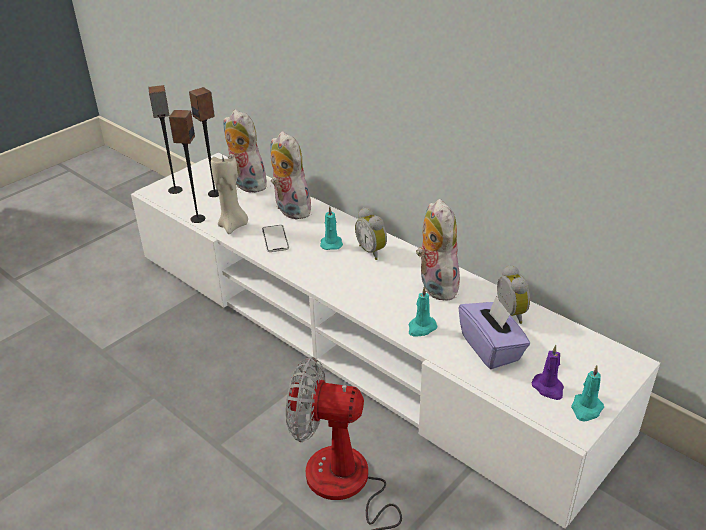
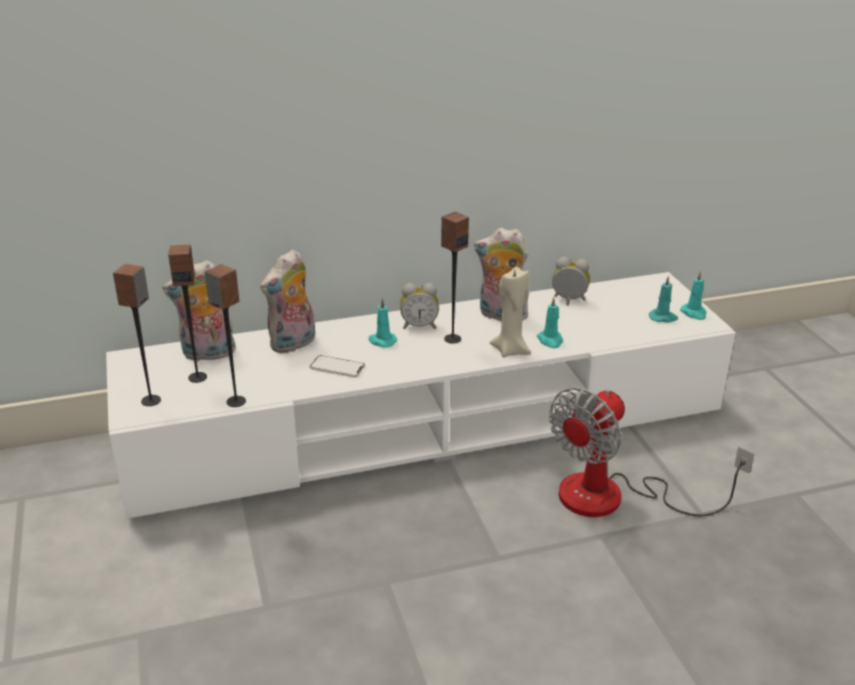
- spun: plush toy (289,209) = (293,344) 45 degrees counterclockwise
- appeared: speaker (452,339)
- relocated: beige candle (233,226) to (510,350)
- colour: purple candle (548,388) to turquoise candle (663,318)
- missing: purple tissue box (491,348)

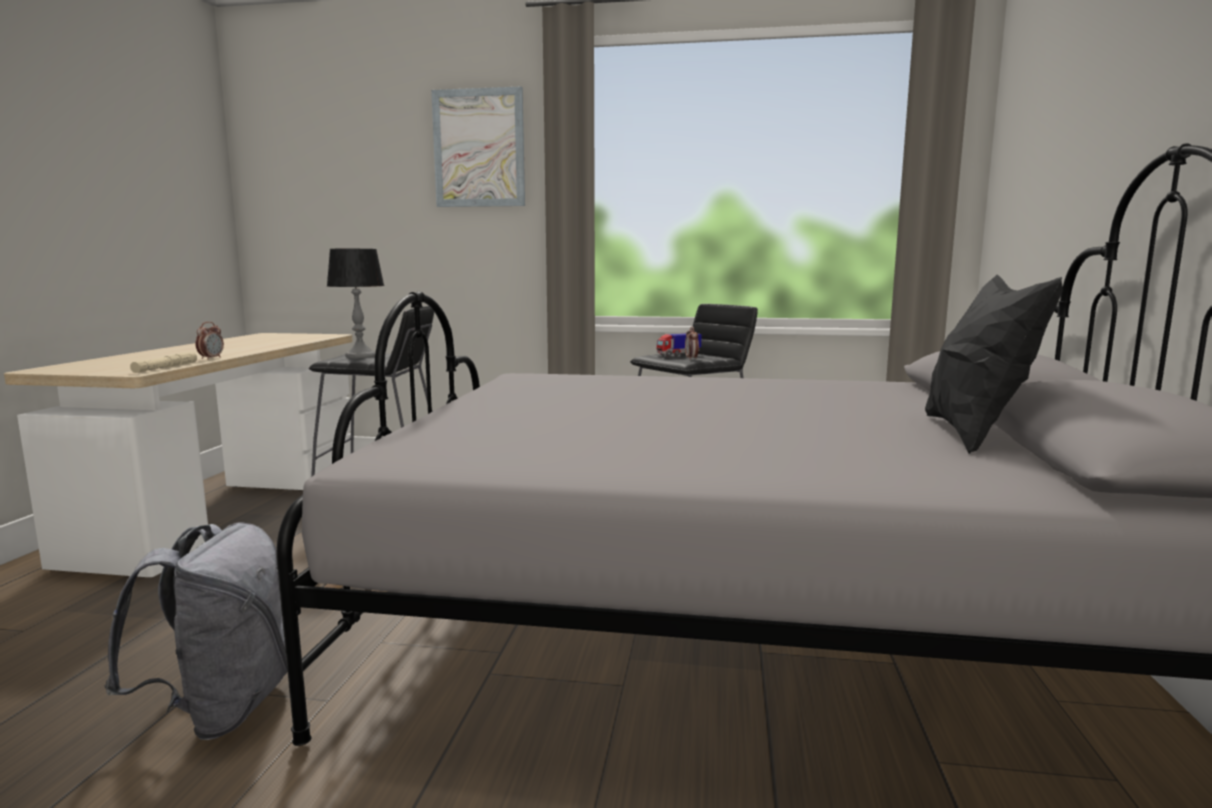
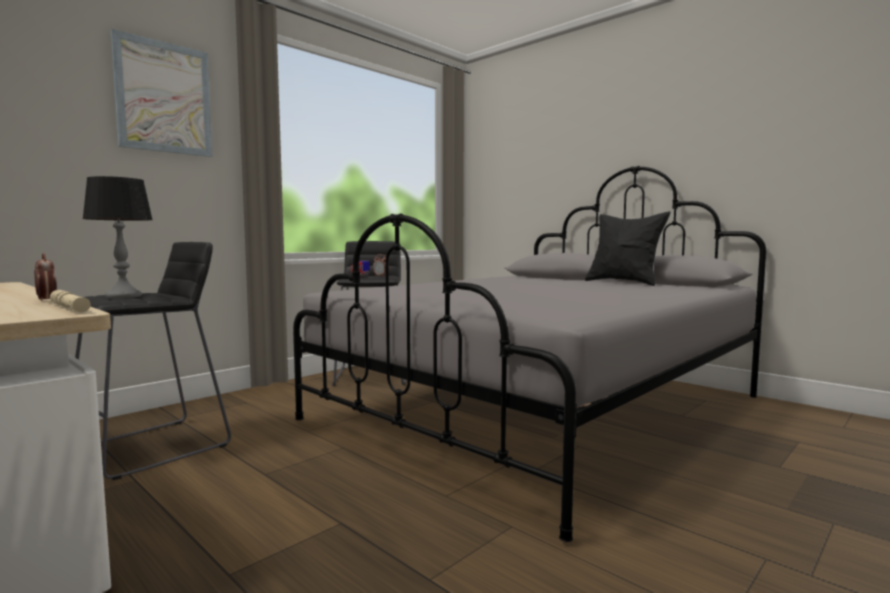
- missing: grey backpack (222,709)

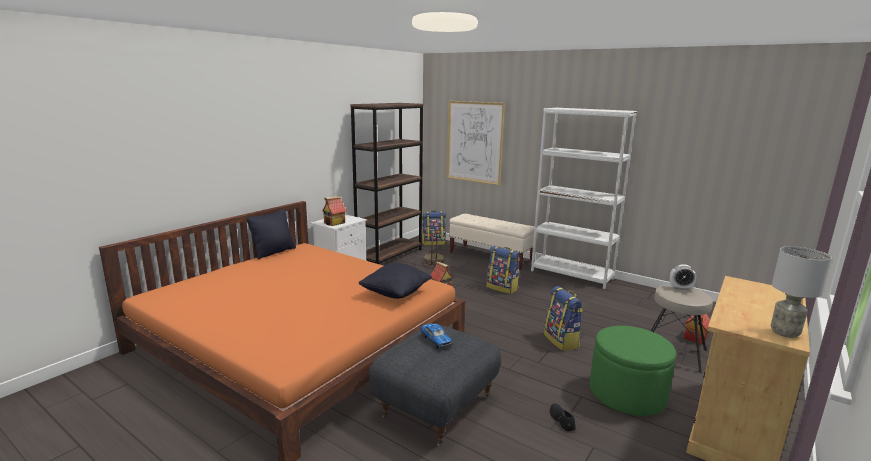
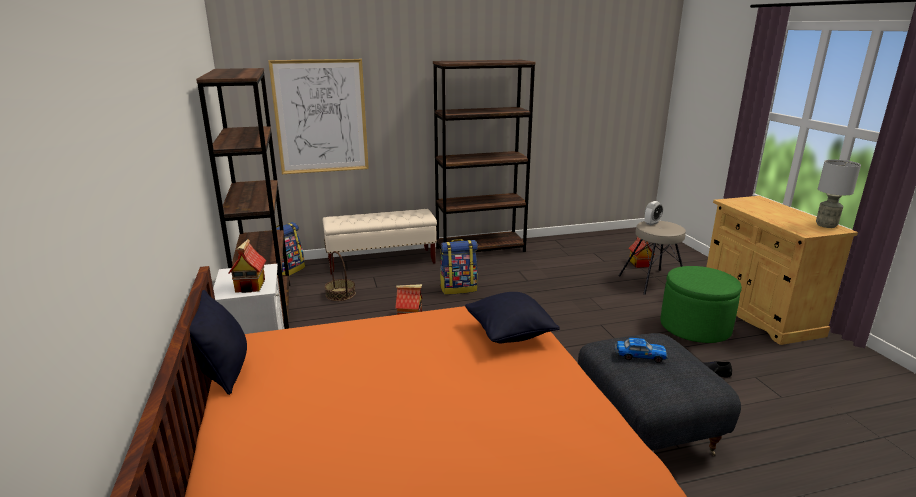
- colour: white bookcase (572,275) to brown bookcase (480,249)
- missing: backpack (562,341)

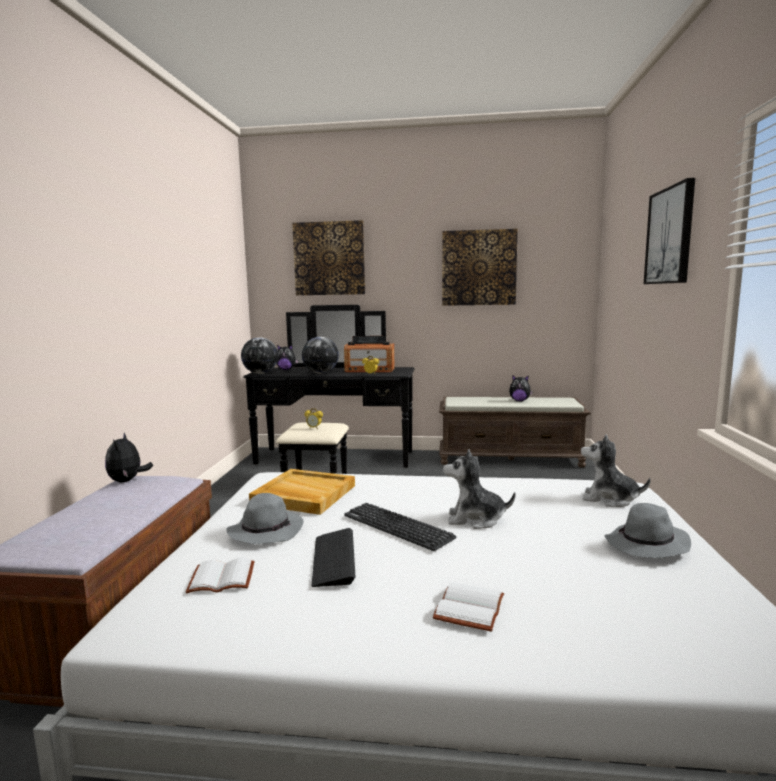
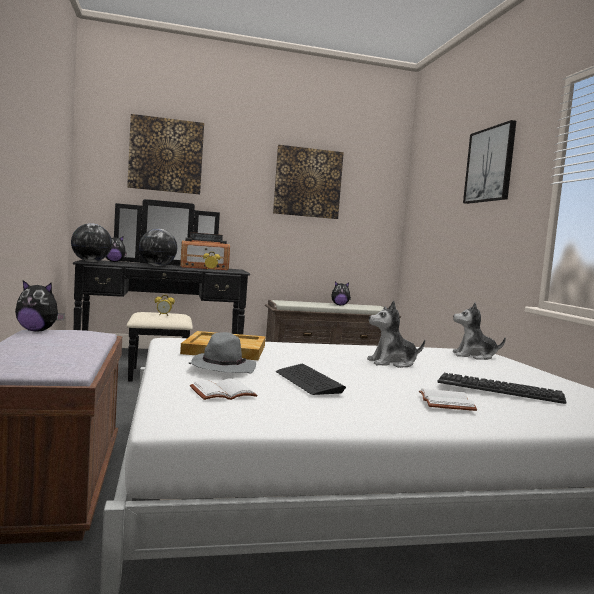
- spun: plush toy (127,481) = (37,331) 60 degrees counterclockwise
- relocated: keyboard (397,527) to (499,389)
- missing: grey hat (647,545)

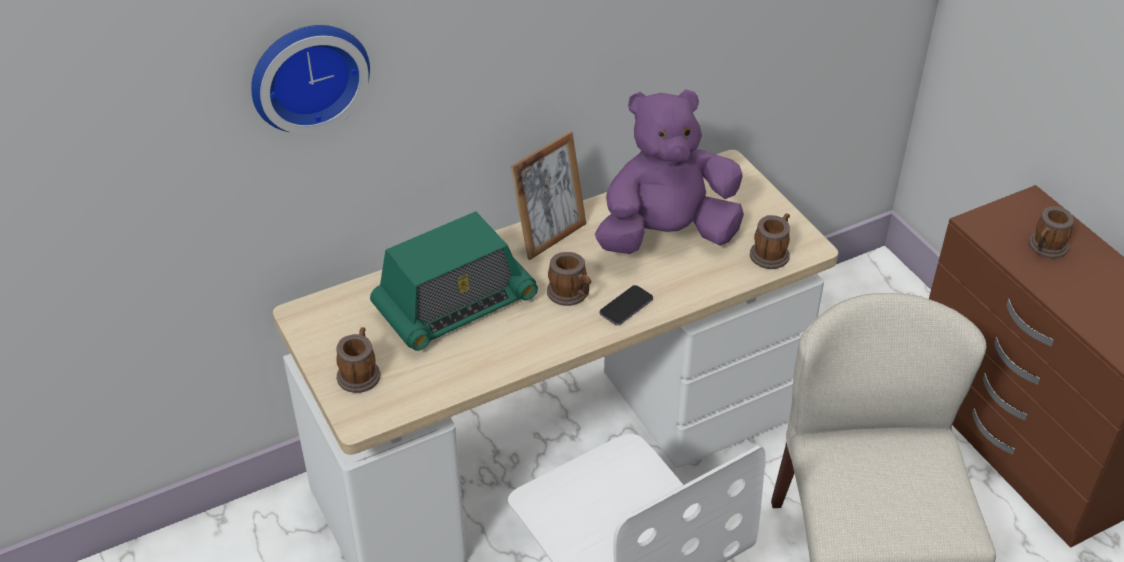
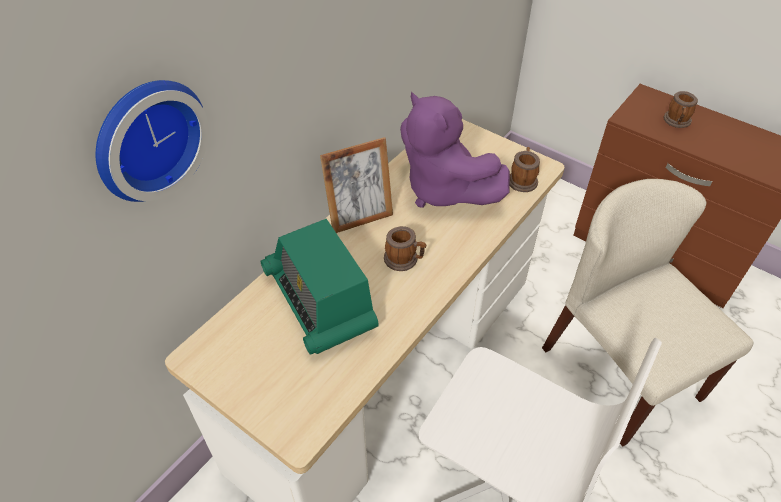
- spun: radio (455,305) = (320,300) 120 degrees clockwise
- spun: picture frame (550,236) = (360,218) 45 degrees clockwise
- spun: purple plush toy (666,235) = (443,189) 90 degrees counterclockwise
- missing: mug (360,373)
- missing: phone (626,307)

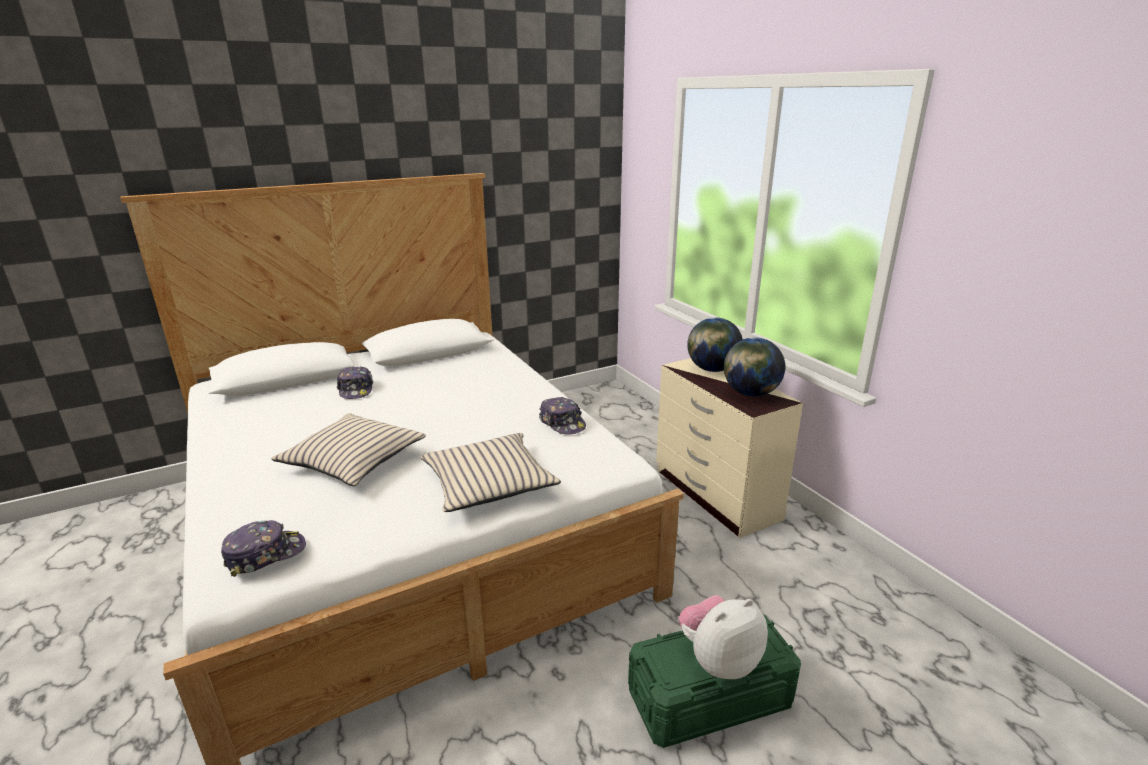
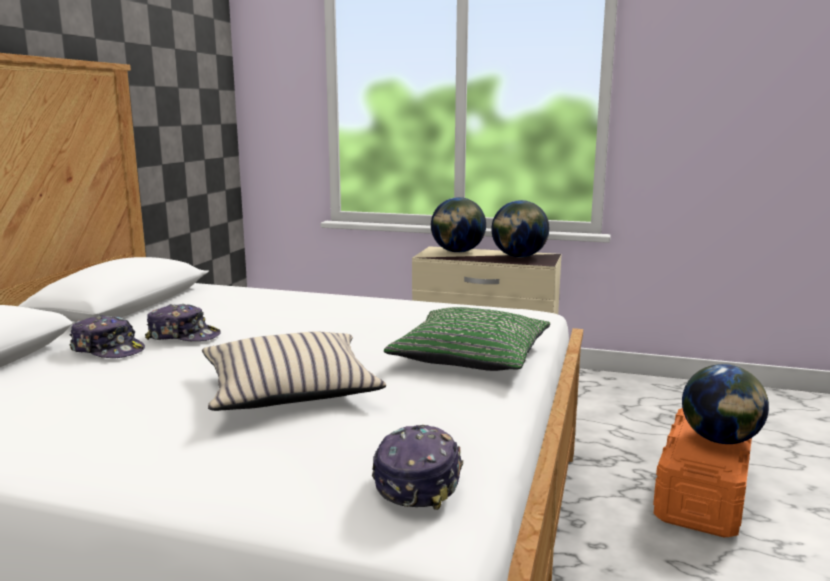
- relocated: cap (562,423) to (183,336)
- colour: beige pillow (488,483) to green pillow (470,356)
- colour: green storage box (710,698) to orange storage box (702,494)
- exchanged: plush toy (718,660) to globe (720,440)

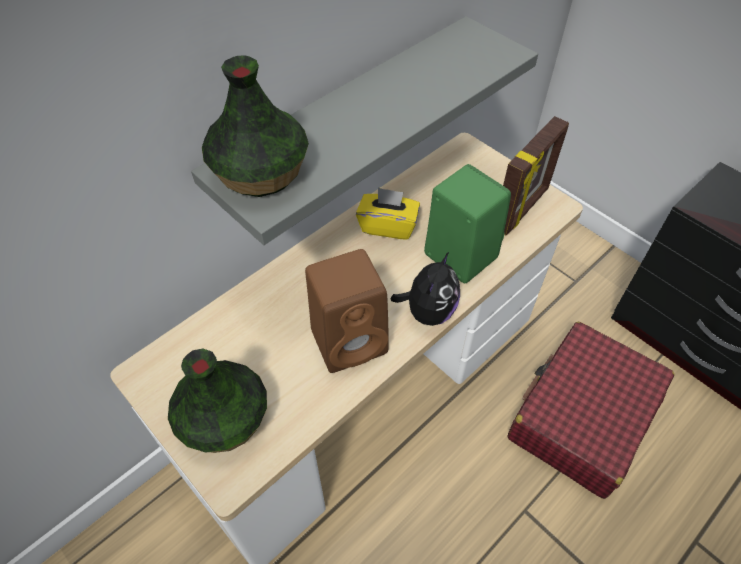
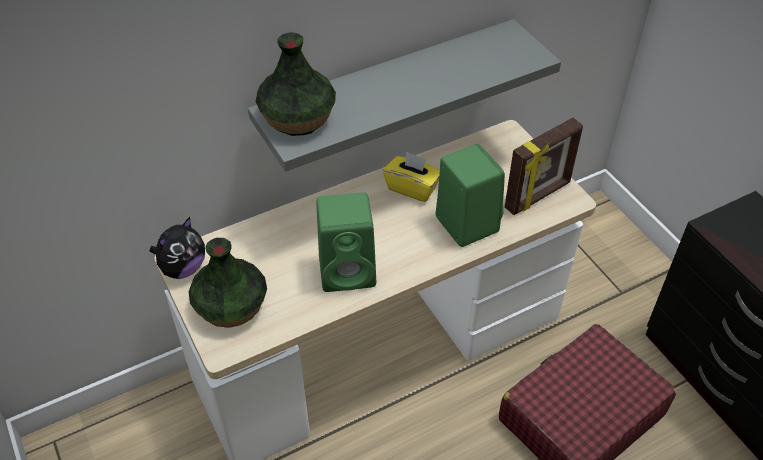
- relocated: plush toy (428,311) to (183,268)
- colour: brown speaker (351,340) to green speaker (349,271)

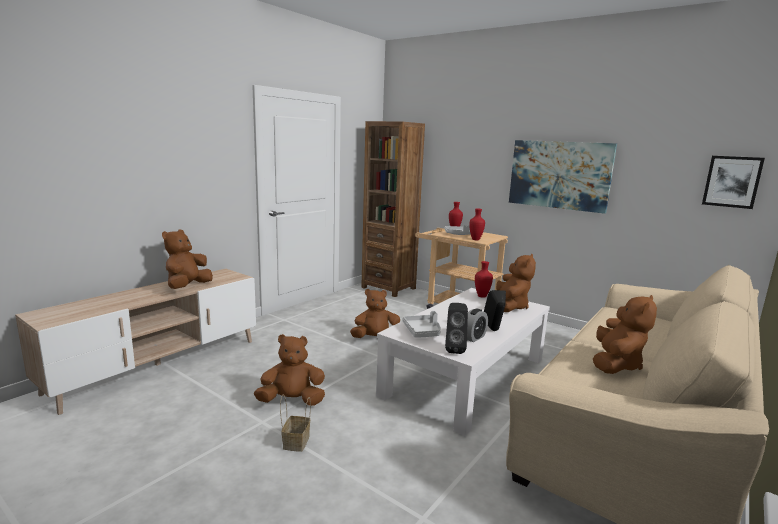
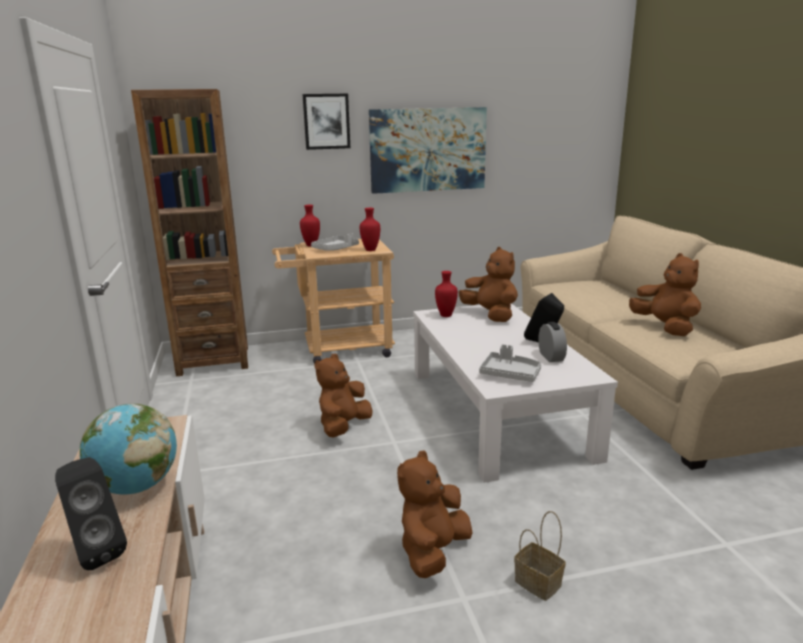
- relocated: black speaker (454,349) to (95,552)
- exchanged: brown plush toy (187,287) to globe (136,487)
- relocated: picture (732,181) to (326,121)

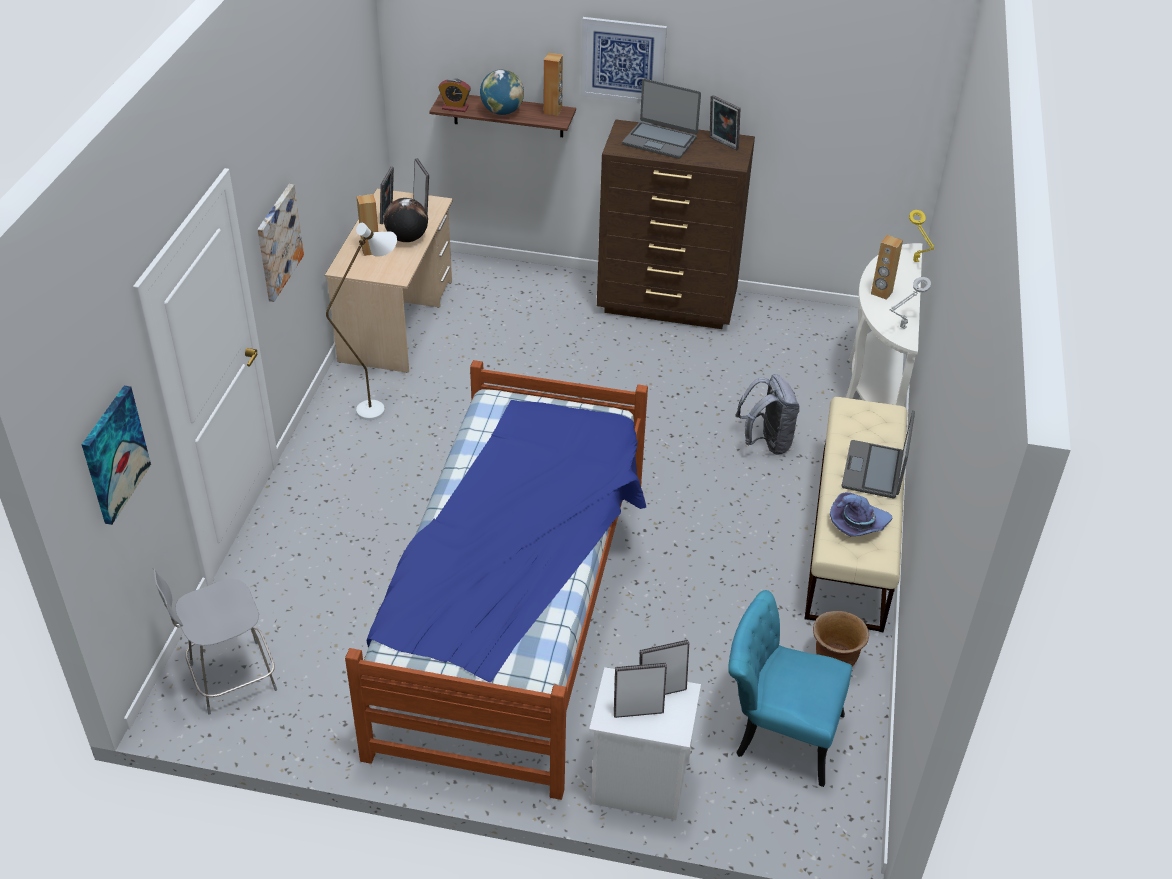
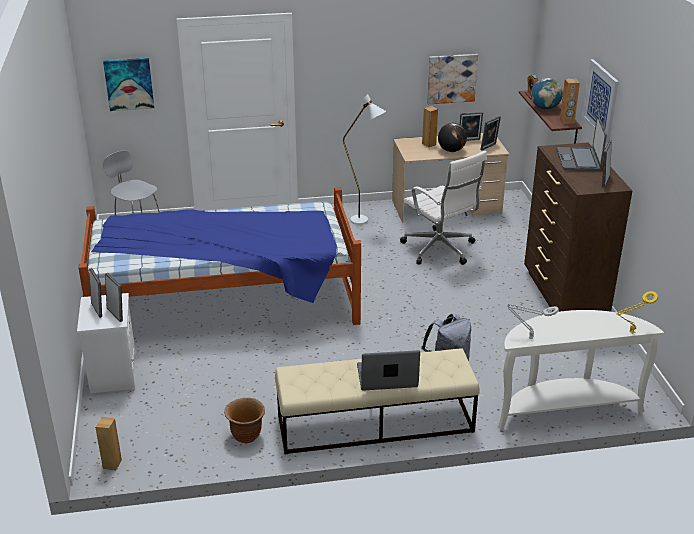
- relocated: brown speaker (881,293) to (112,464)
- appeared: white office chair (440,249)
- relocated: picture (278,242) to (451,78)
- missing: turquoise chair (777,732)
- missing: purple hat (858,524)

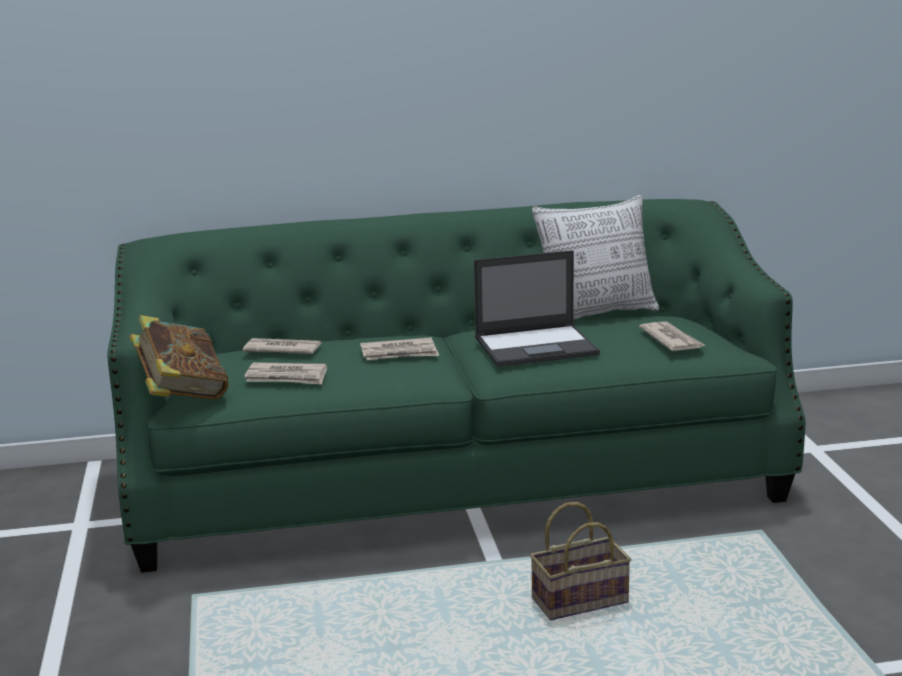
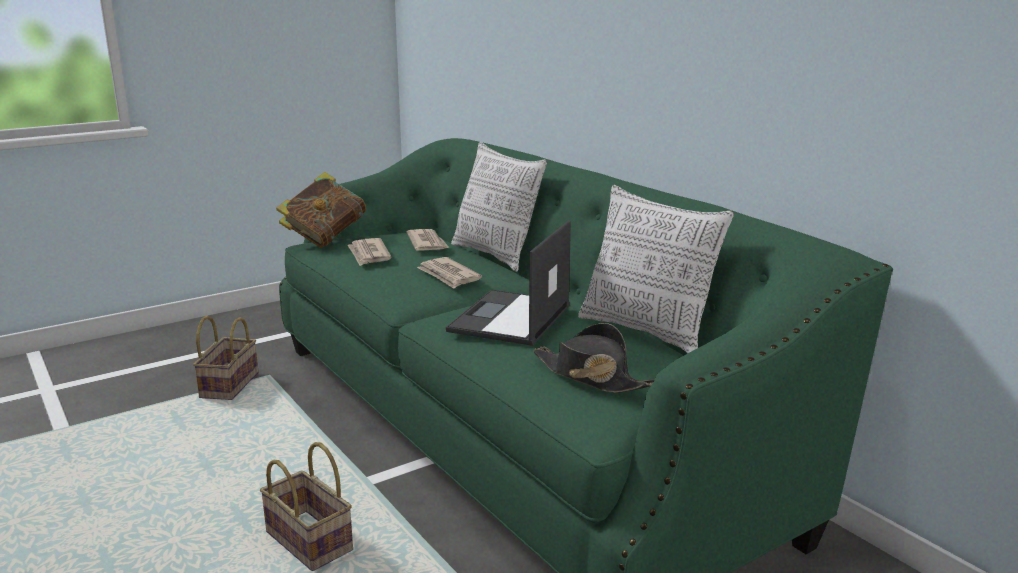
- appeared: basket (229,385)
- spun: laptop (537,346) = (510,319) 60 degrees clockwise
- appeared: pillow (496,255)
- exchanged: newspaper (671,340) to black hat (591,376)

